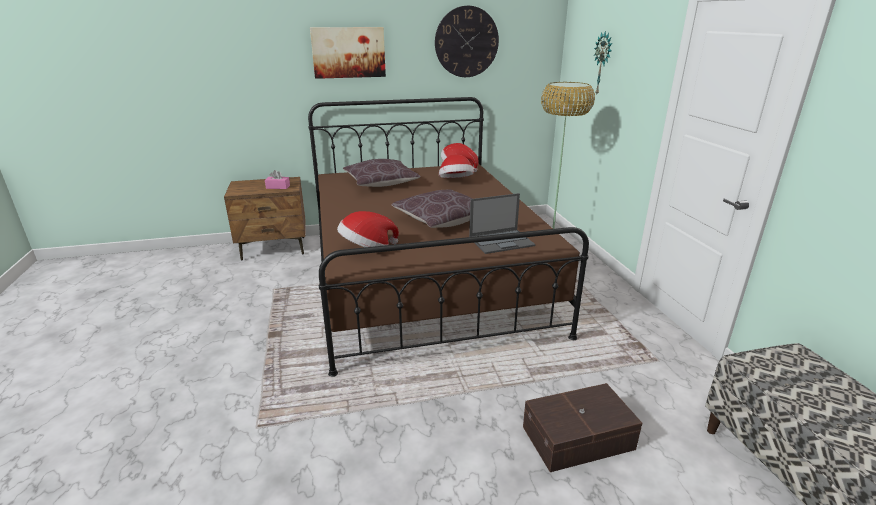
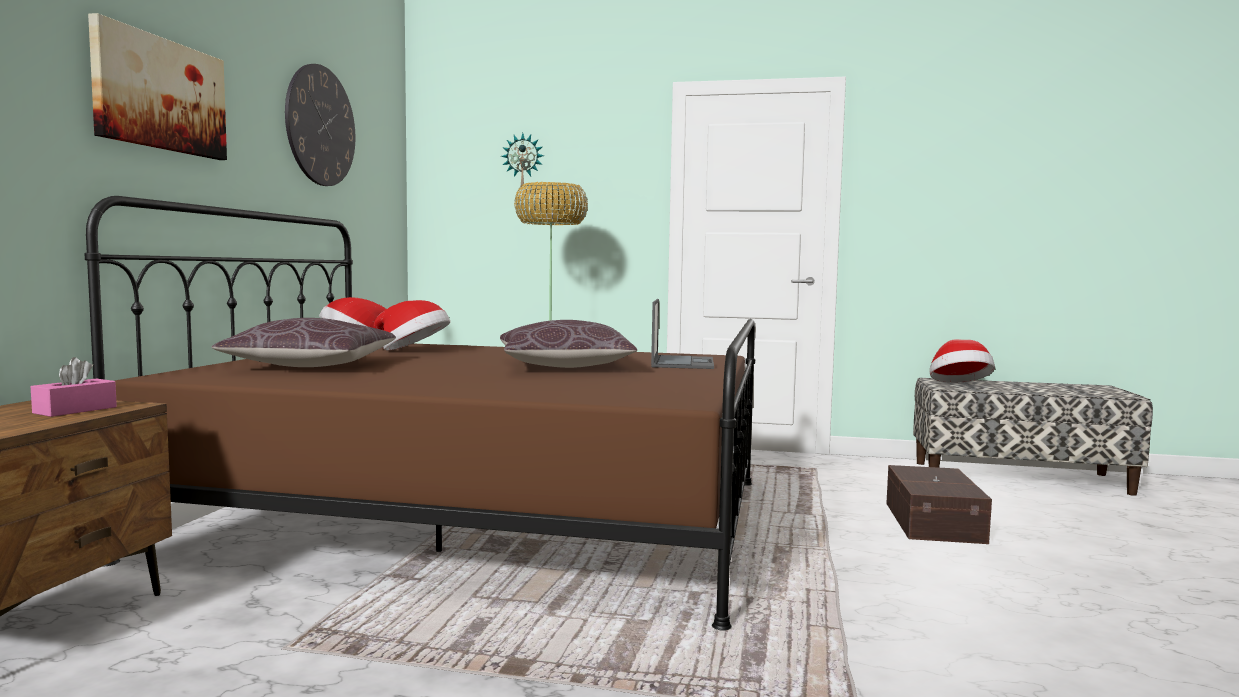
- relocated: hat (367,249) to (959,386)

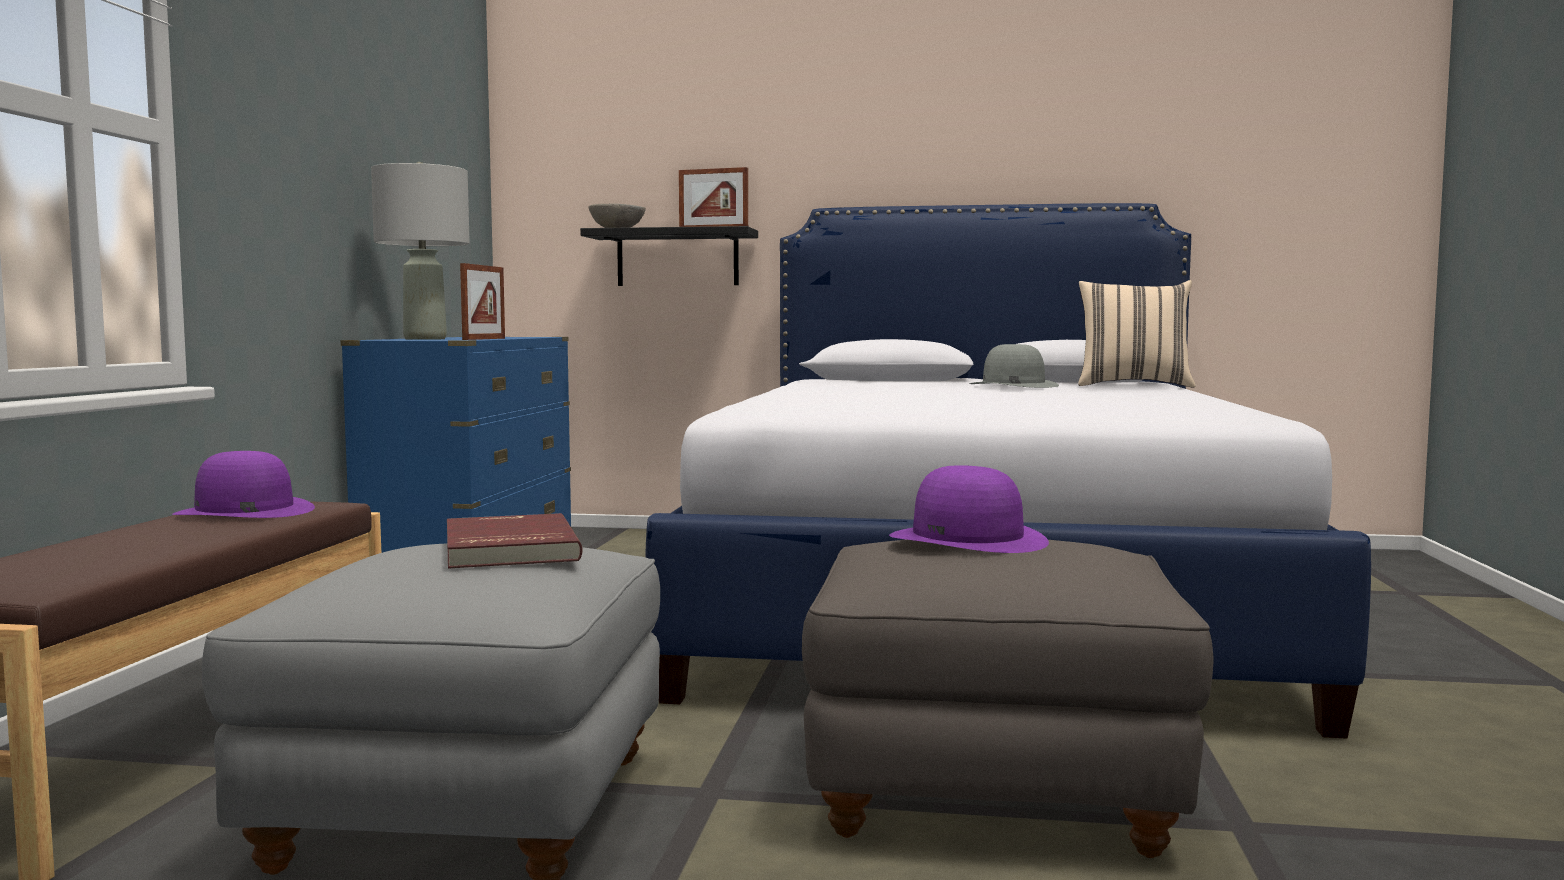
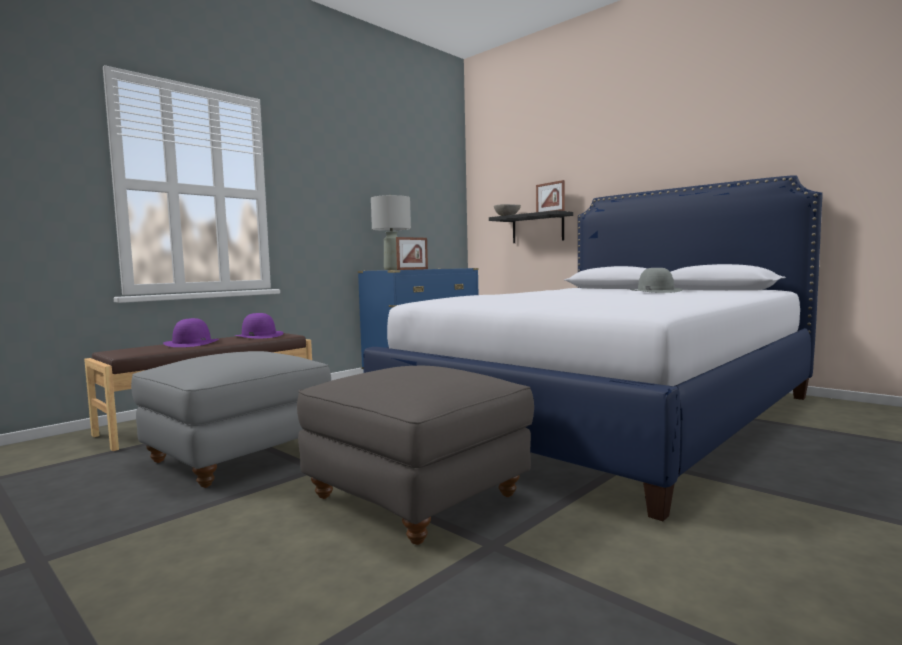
- relocated: purple hat (968,539) to (192,343)
- missing: red book (507,548)
- missing: beige pillow (1133,385)

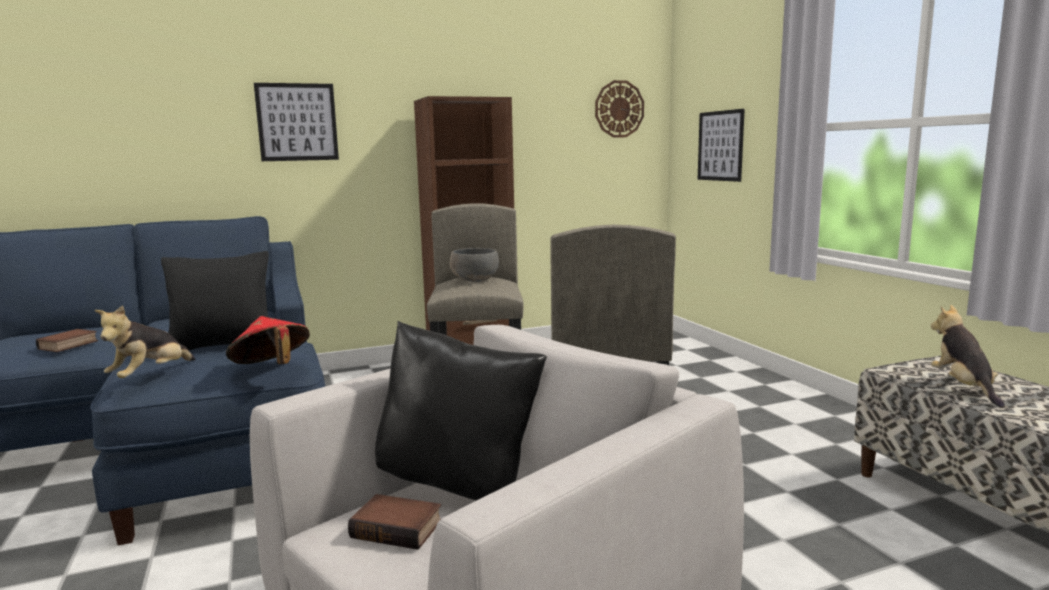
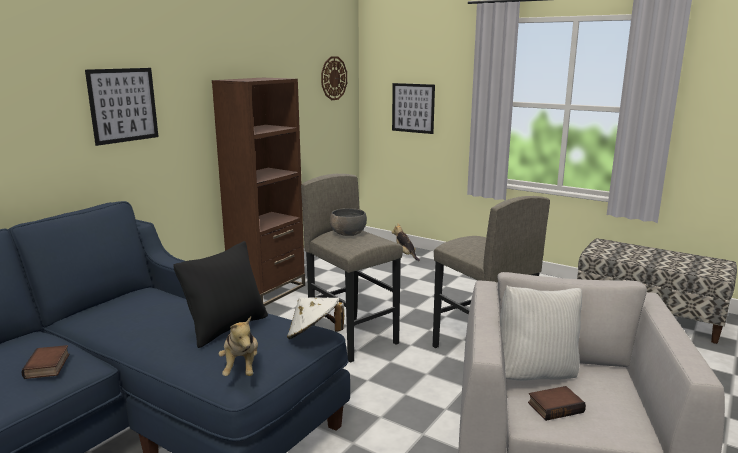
- colour: red hat (271,368) to white hat (314,336)
- relocated: plush toy (963,387) to (405,255)
- colour: black pillow (460,485) to white pillow (536,375)

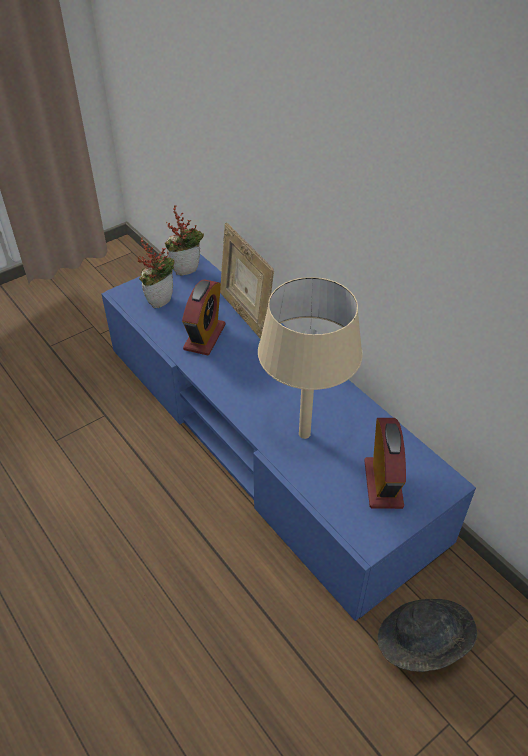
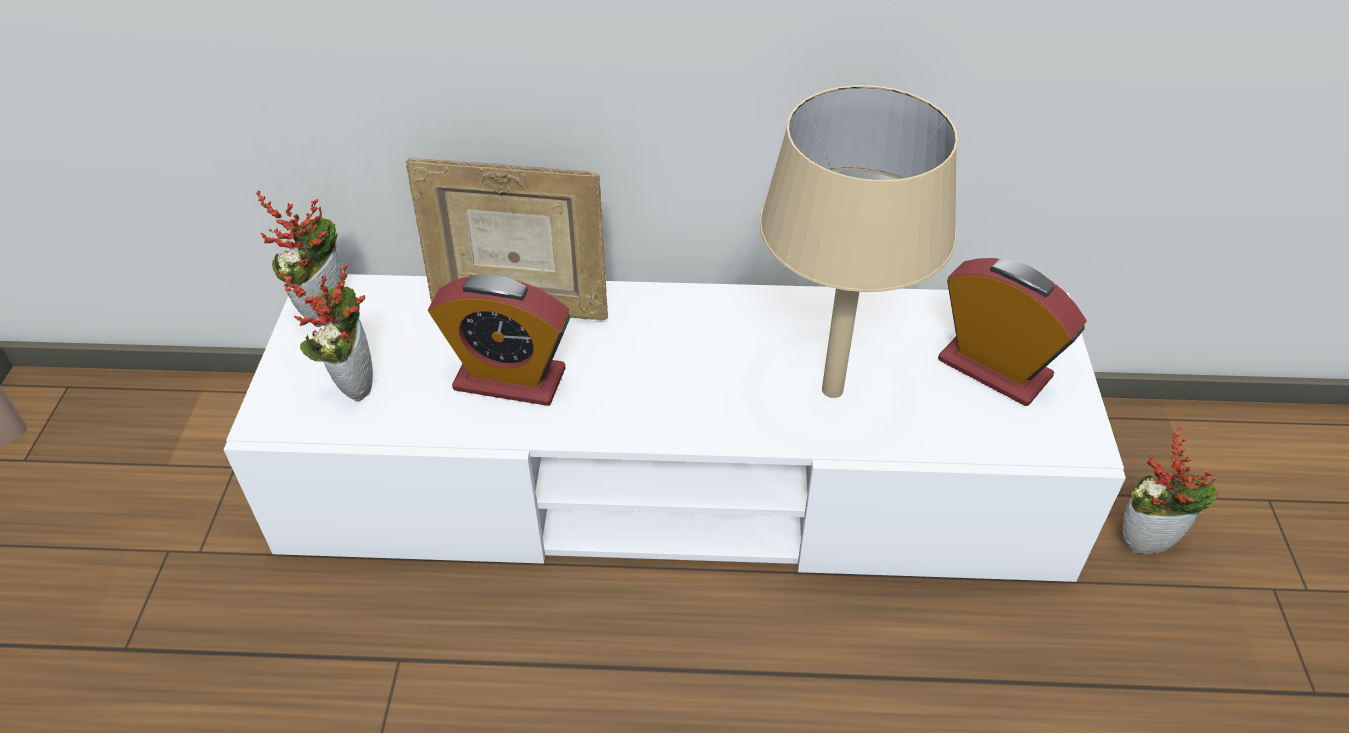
- colour: blue tv stand (264,438) to white tv stand (674,480)
- spun: alarm clock (204,337) = (509,379) 135 degrees clockwise
- exchanged: grey hat (421,644) to potted plant (1147,538)

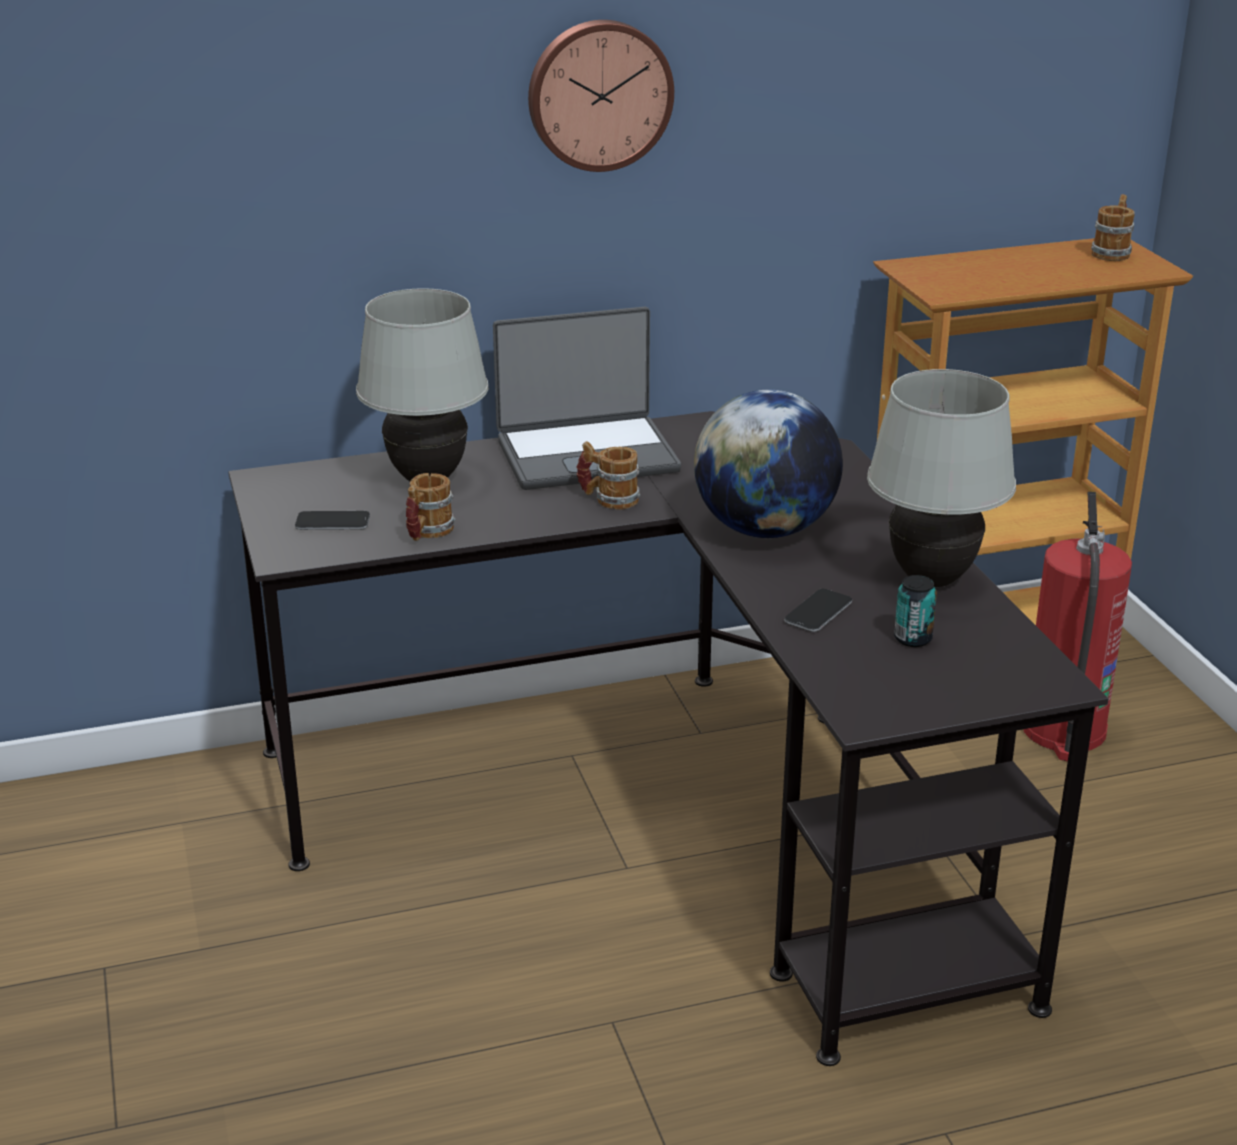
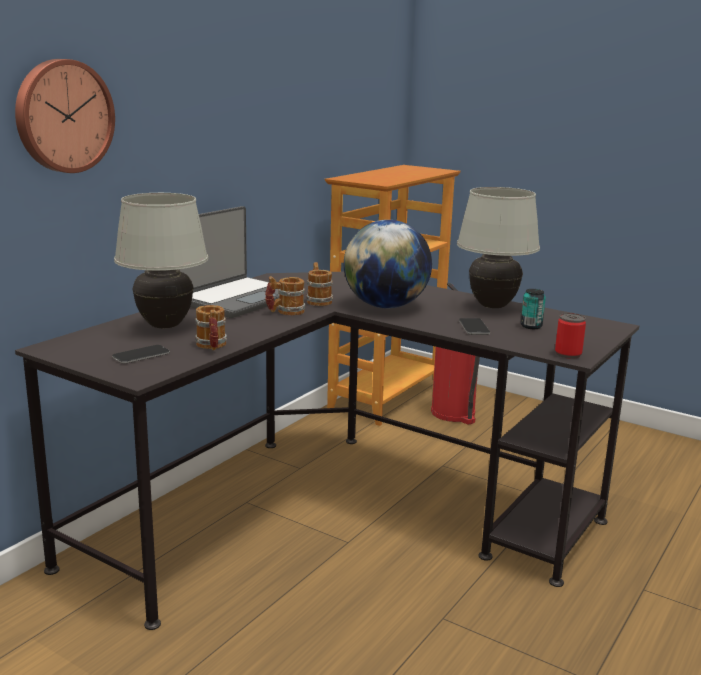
- relocated: wall clock (599,94) to (63,116)
- relocated: mug (1112,252) to (318,300)
- appeared: can (568,354)

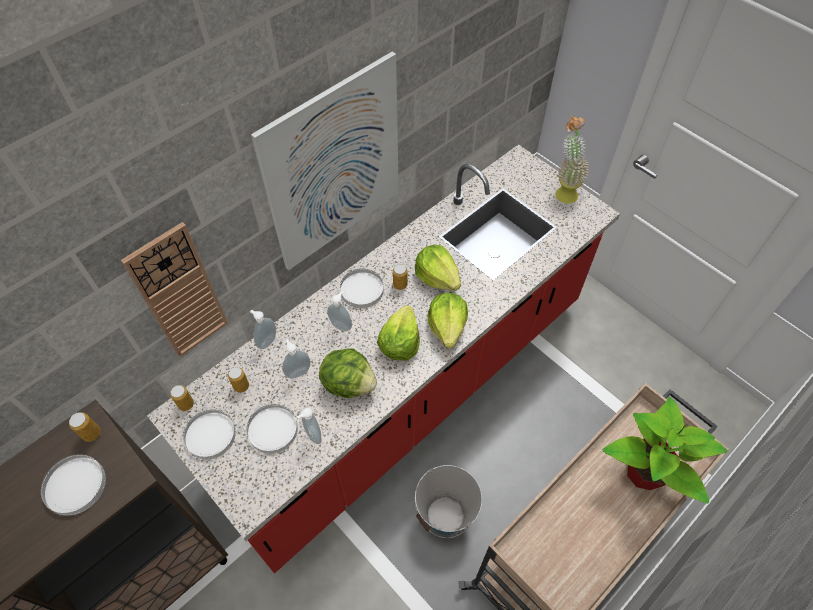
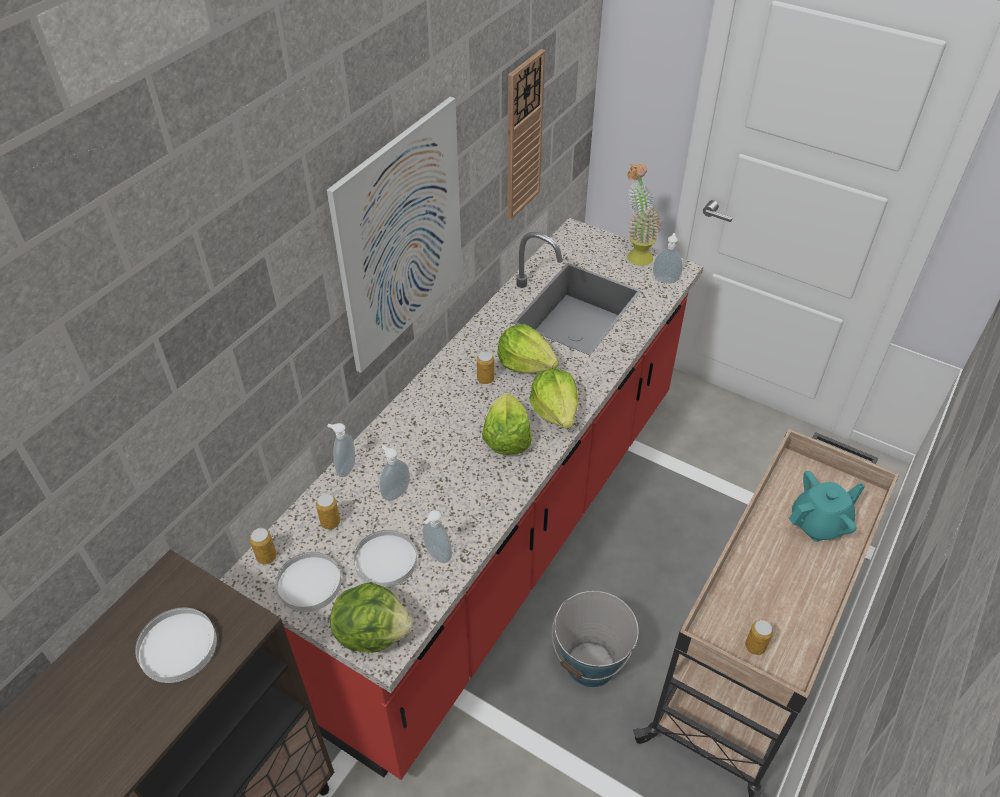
- relocated: lettuce (349,383) to (372,632)
- relocated: wall clock (179,293) to (523,137)
- relocated: soap dispenser (341,325) to (665,279)
- relocated: can (91,433) to (755,646)
- exchanged: potted plant (645,473) to turquoise teapot (819,523)
- missing: white plate (362,289)

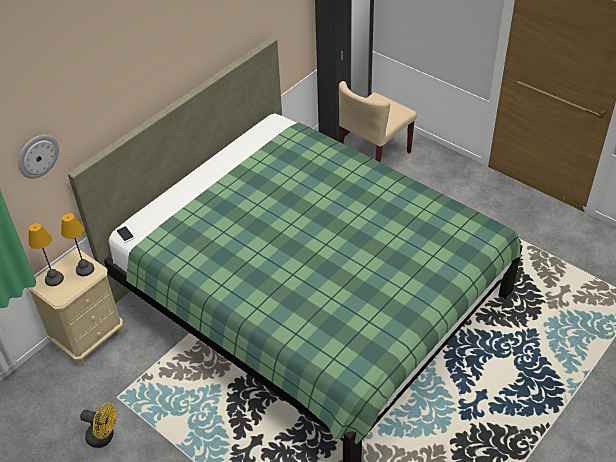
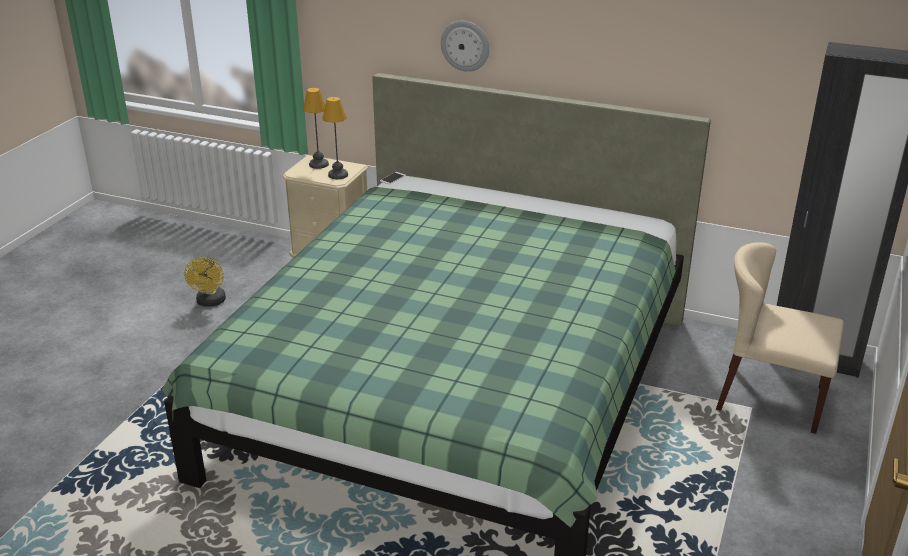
- relocated: wall clock (37,156) to (465,45)

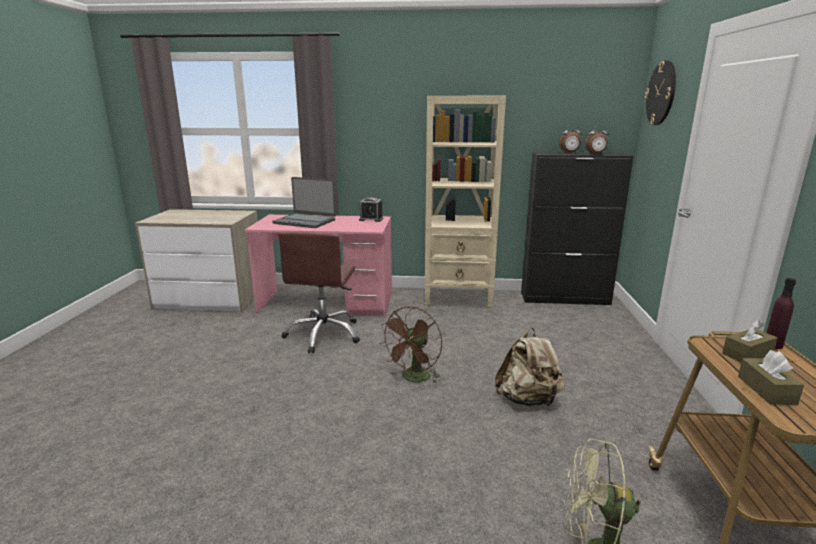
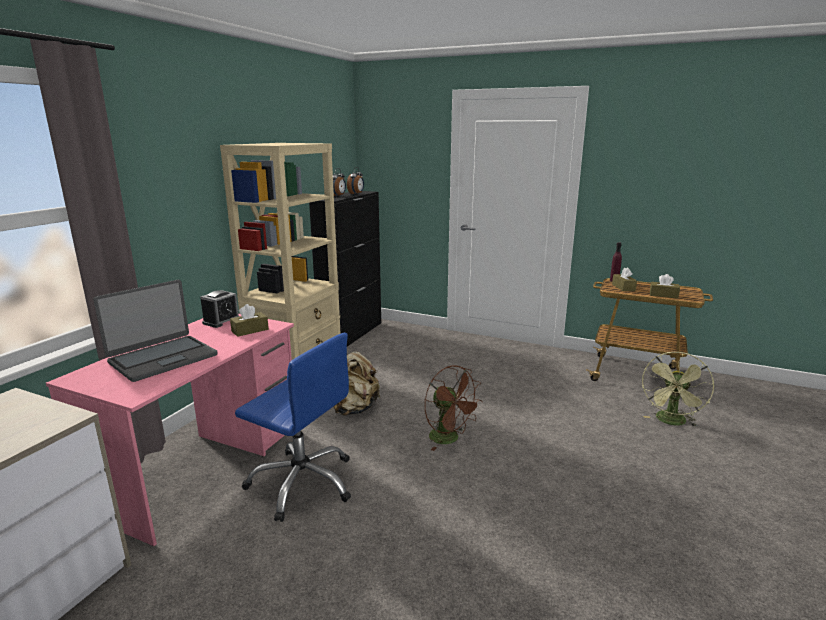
- appeared: brown tissue box (250,330)
- colour: brown office chair (324,334) to blue office chair (302,482)
- relocated: beige backpack (528,400) to (355,408)
- missing: wall clock (661,93)

